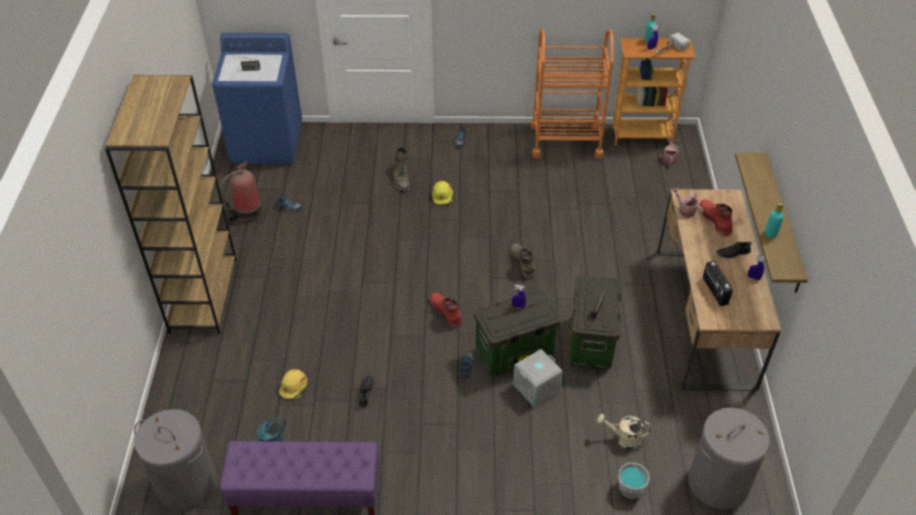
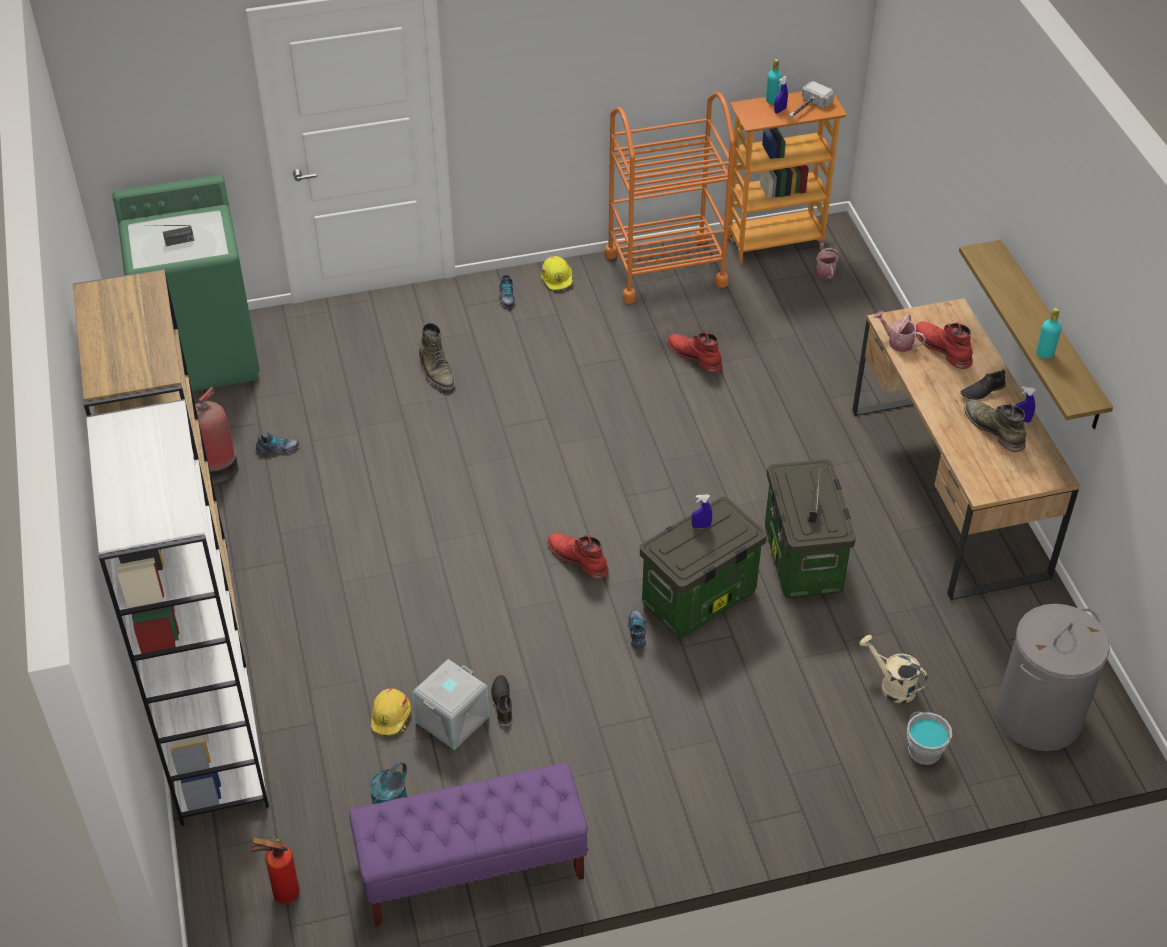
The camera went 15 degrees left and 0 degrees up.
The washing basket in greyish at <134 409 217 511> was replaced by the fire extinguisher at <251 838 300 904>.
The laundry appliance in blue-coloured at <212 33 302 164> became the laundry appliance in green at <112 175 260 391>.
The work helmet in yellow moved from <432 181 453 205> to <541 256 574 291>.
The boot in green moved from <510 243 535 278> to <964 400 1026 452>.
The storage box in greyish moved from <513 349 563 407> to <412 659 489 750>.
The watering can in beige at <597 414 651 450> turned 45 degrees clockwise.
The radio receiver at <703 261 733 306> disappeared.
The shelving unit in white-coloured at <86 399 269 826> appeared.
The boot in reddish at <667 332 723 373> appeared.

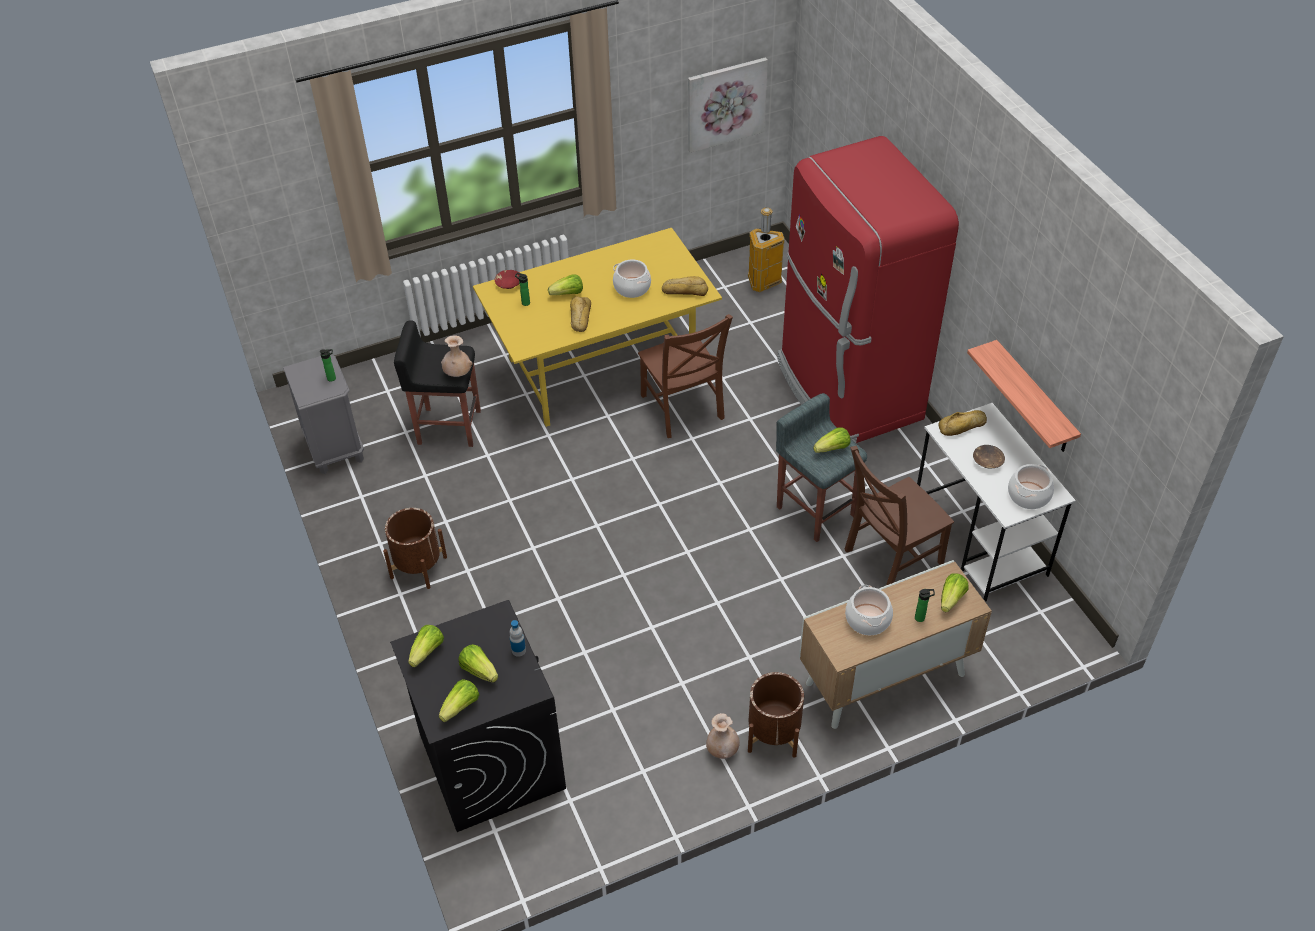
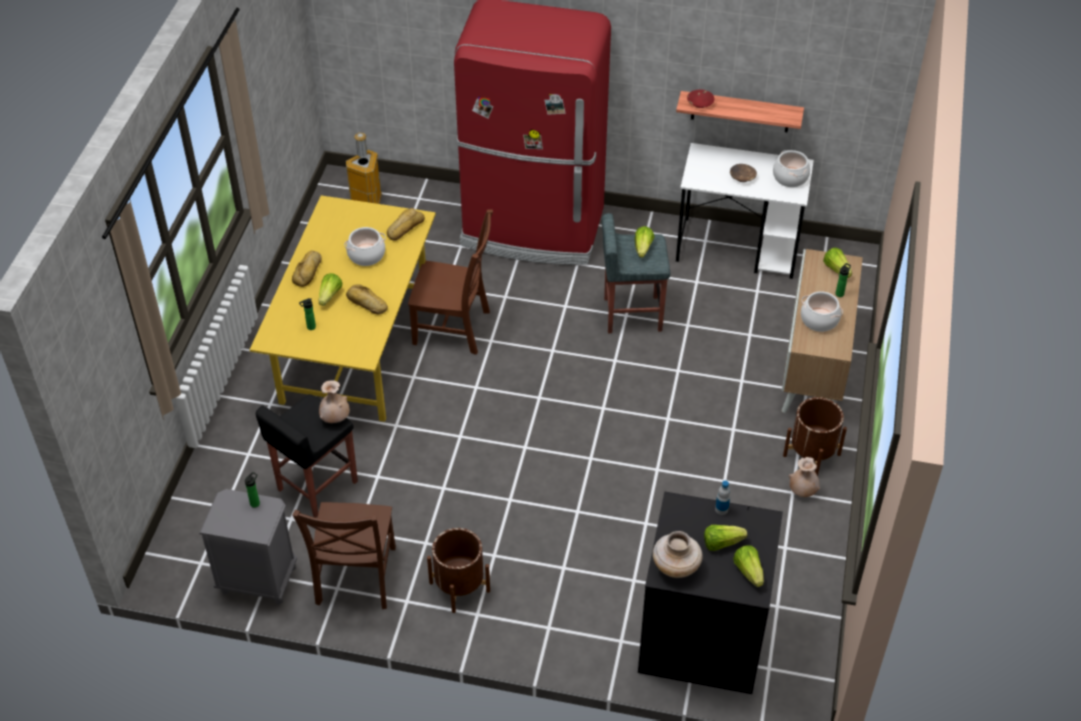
The camera went 55 degrees left and 0 degrees up.
The head of lettuce at <408 625 444 667> was replaced by the flower vase in beige at <653 531 703 578>.
The bowl in reddish moved from <495 270 519 289> to <687 89 714 108>.
The wall art at <688 57 768 153> disappeared.
The chair in brownish moved from <845 446 954 585> to <293 502 396 609>.
The bread moved from <938 410 987 436> to <292 251 322 287>.

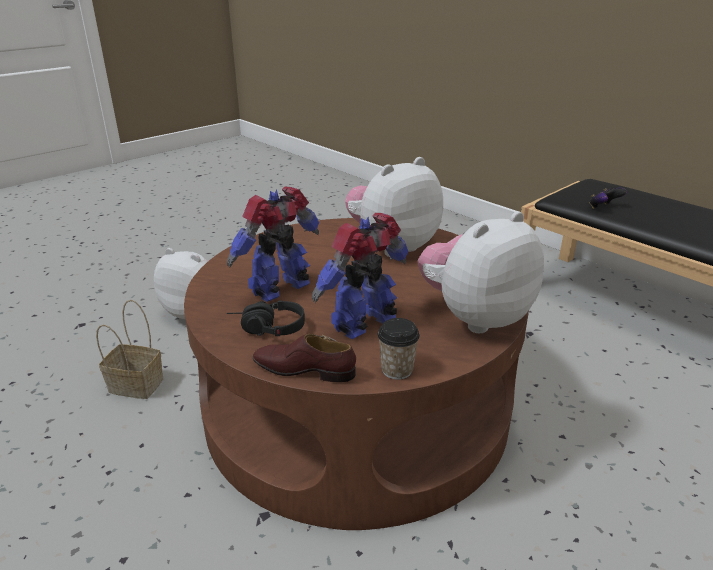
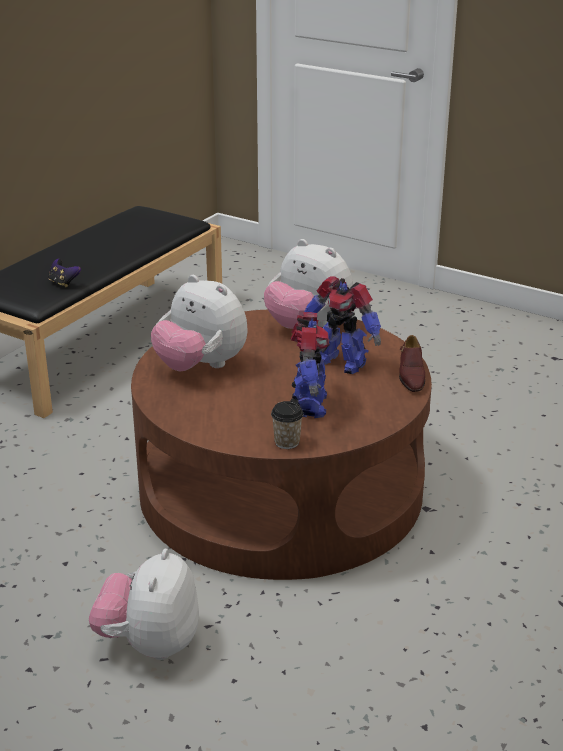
The camera went 105 degrees left and 0 degrees up.
The household basket at <96 300 164 399> disappeared.
The toy robot at <227 187 319 302> turned 120 degrees counterclockwise.
The headphones in black-coloured at <227 301 305 336> disappeared.
The drinking cup moved from <378 318 420 380> to <271 401 303 449>.

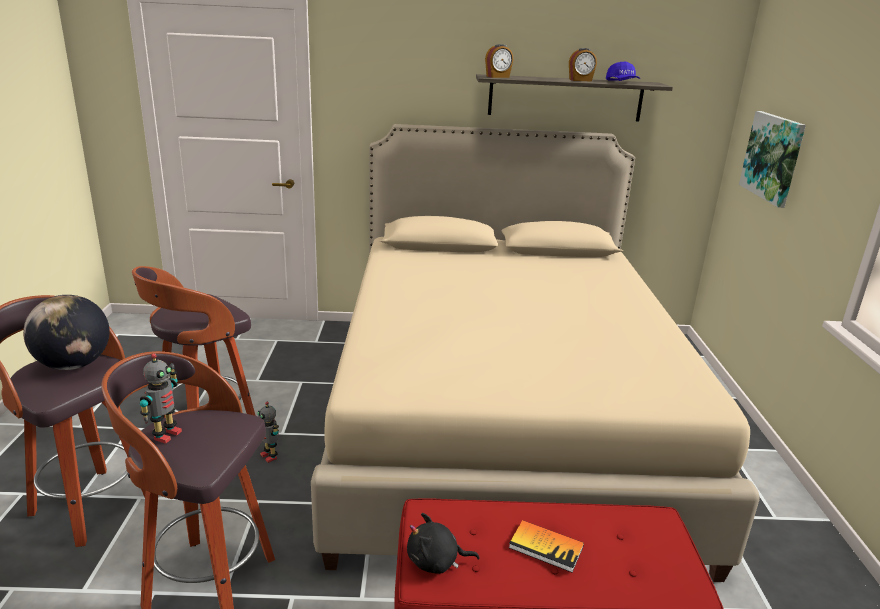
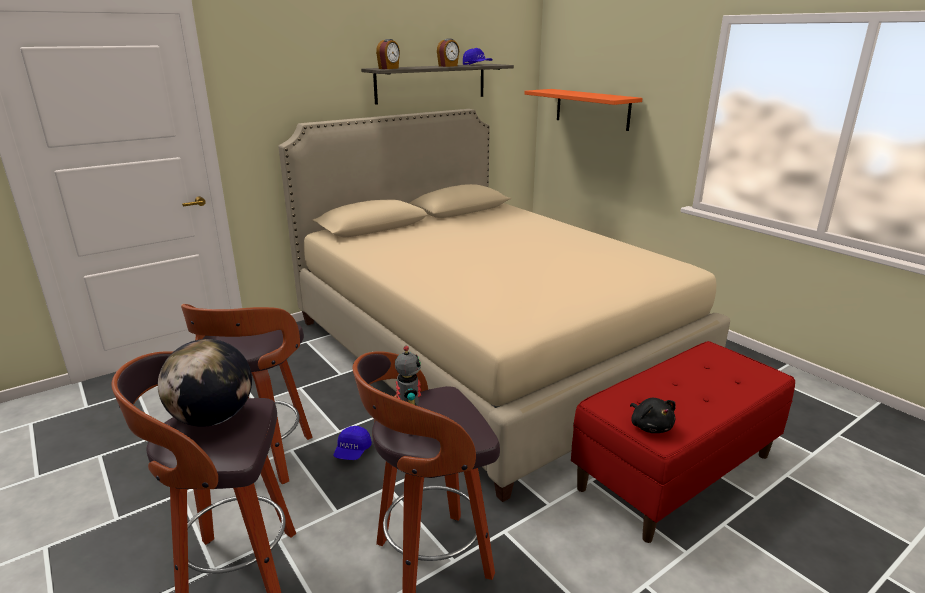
The camera went 35 degrees left and 0 degrees up.
The toy robot at <257 402 279 463> was replaced by the baseball cap in blue-coloured at <333 426 372 460>.
The soft toy in black-coloured at <407 513 480 574> turned 75 degrees counterclockwise.
The bound book at <509 520 584 572> disappeared.
The wall art at <739 111 806 208> was replaced by the shelf in orangey at <524 89 643 131>.

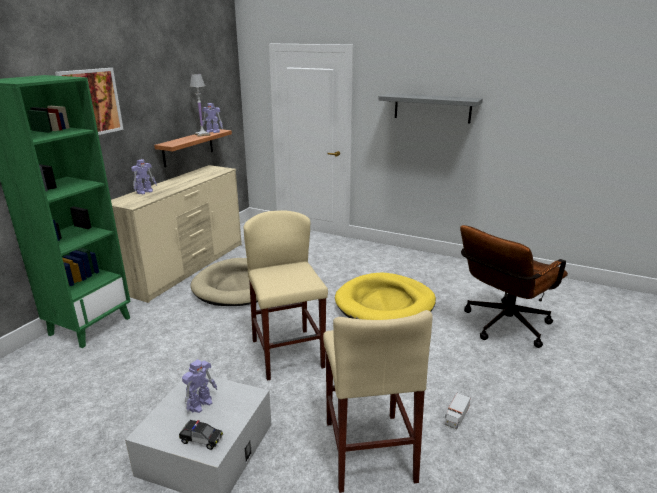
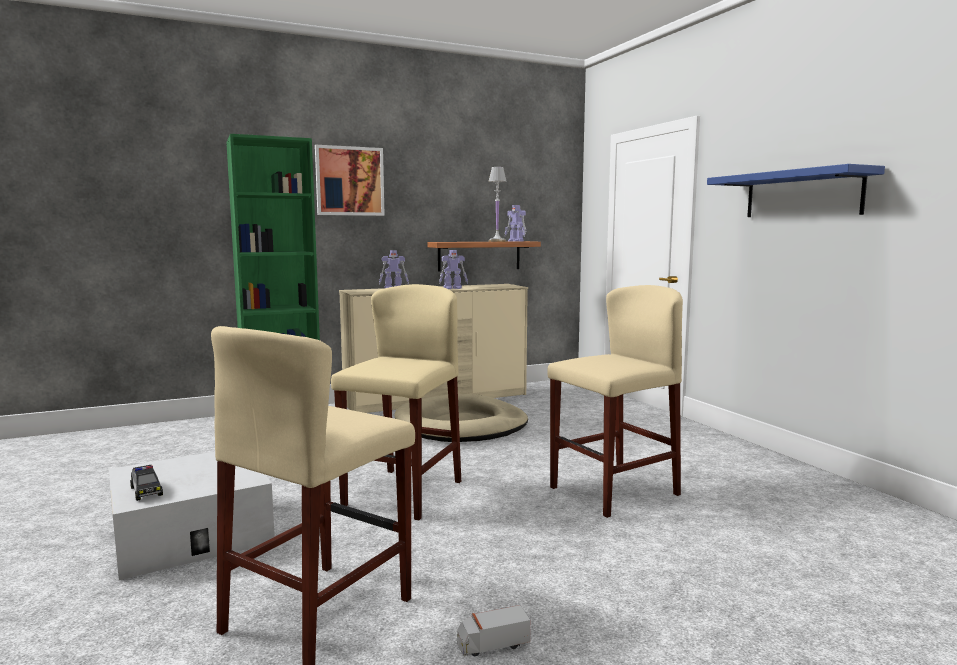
The camera went 40 degrees right and 15 degrees down.
The toy robot moved from <182 359 217 413> to <439 250 468 289>.
The pet bed in yellow at <335 273 436 320> was replaced by the stool seat in beige at <547 285 683 518>.
The shelf in greyish at <378 93 483 124> became the shelf in blue-coloured at <707 164 885 217>.
The office chair in brownish at <460 225 568 348> disappeared.

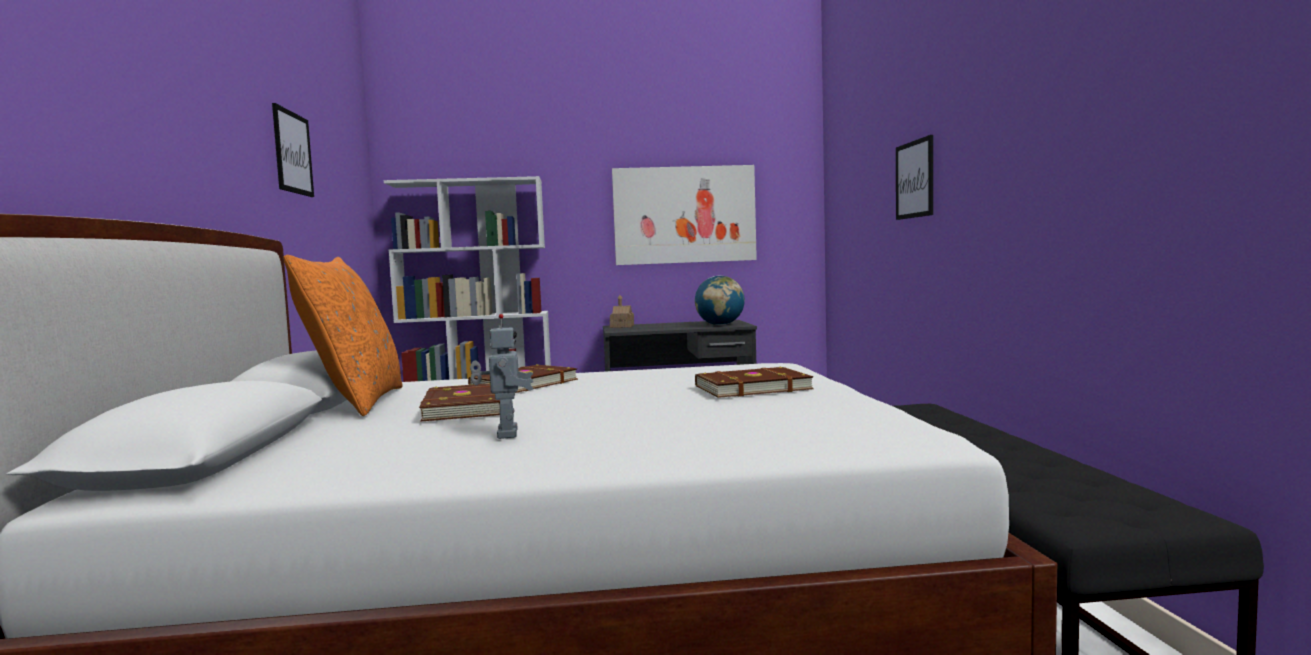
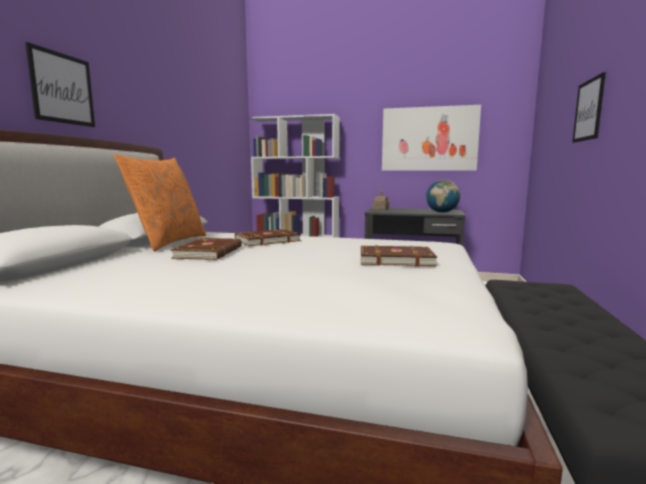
The camera went 20 degrees right and 5 degrees up.
The wall art moved from <272 103 314 197> to <25 42 95 127>.
The toy robot at <470 314 534 439> disappeared.

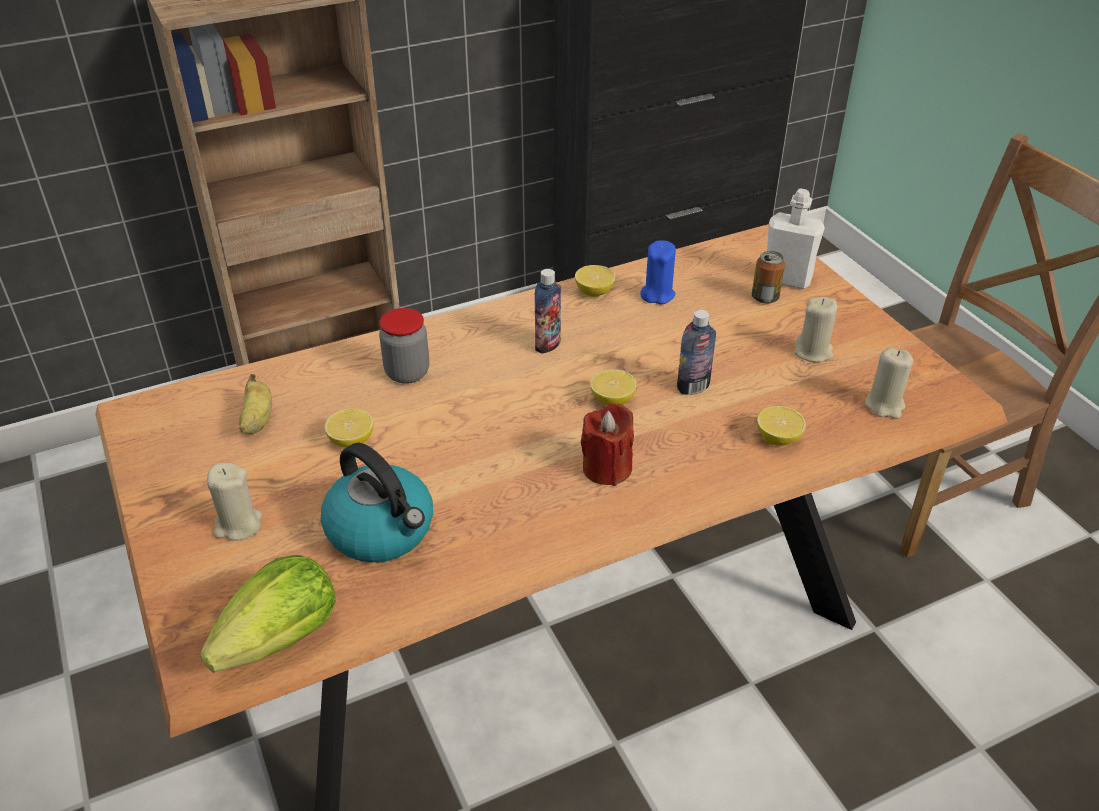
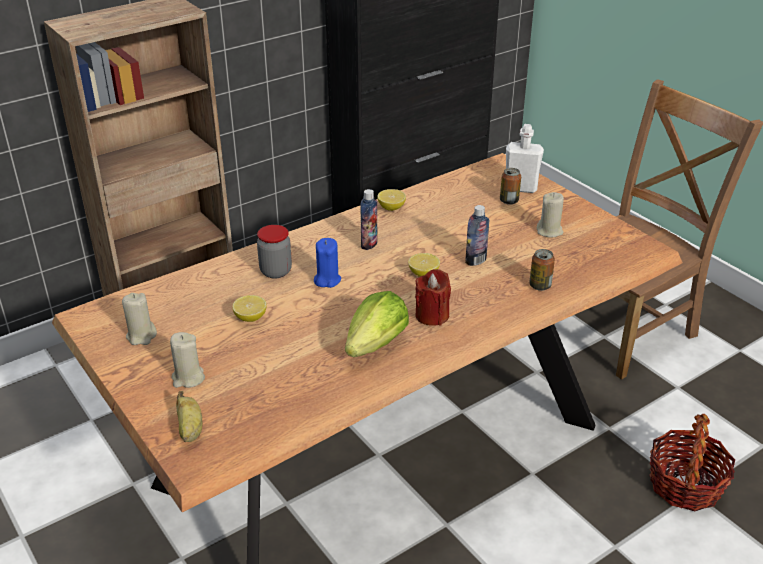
The camera went 10 degrees left and 5 degrees down.
The head of lettuce moved from <200 555 336 673> to <345 291 409 357>.
The whole banana moved from <239 374 272 434> to <176 391 202 442>.
The water kettle at <321 443 433 563> disappeared.
The candle in blue-coloured moved from <640 241 676 304> to <314 238 341 288>.
The whole lemon at <757 406 806 446> was replaced by the metal can at <529 249 555 291>.
The candle in beige moved from <865 348 913 419> to <122 293 157 345>.
The household basket at <649 414 735 511> appeared.

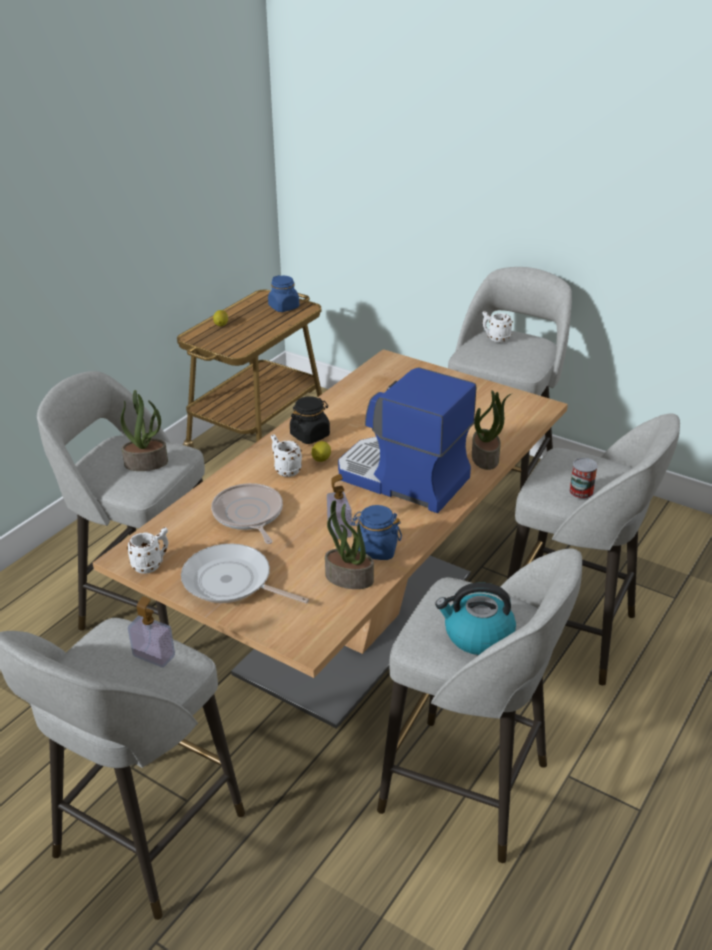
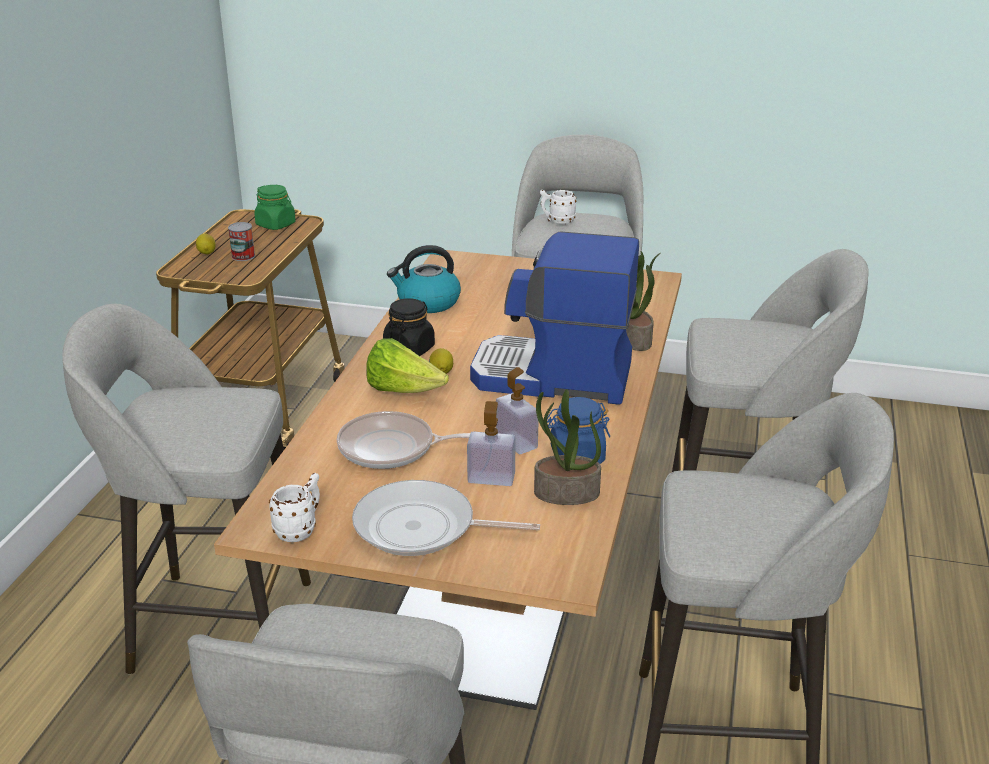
The camera went 20 degrees left and 5 degrees down.
The plant in a pot at <121 390 168 471> disappeared.
The liquid soap bottle moved from <128 596 175 668> to <467 401 516 486>.
The pan at <211 483 283 544> turned 45 degrees counterclockwise.
The preserve jar in blue-coloured at <268 275 299 312> became the preserve jar in green at <254 185 296 230>.
The coffee mug in white-coloured at <271 434 302 477> was replaced by the head of lettuce at <366 338 449 393>.
The water kettle moved from <435 583 516 655> to <387 245 461 313>.
The metal can moved from <569 458 598 499> to <228 222 255 261>.

